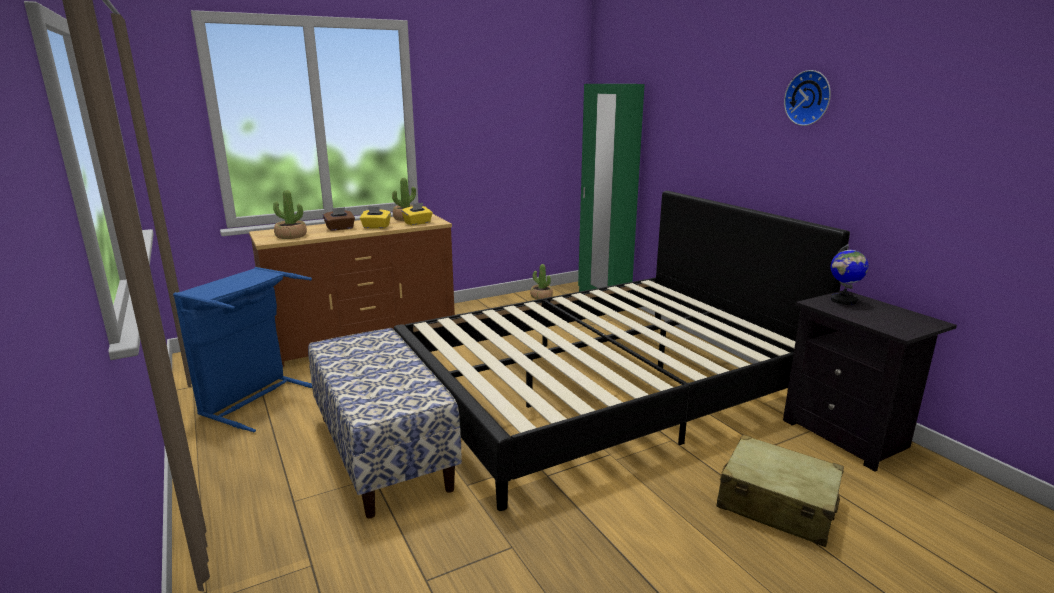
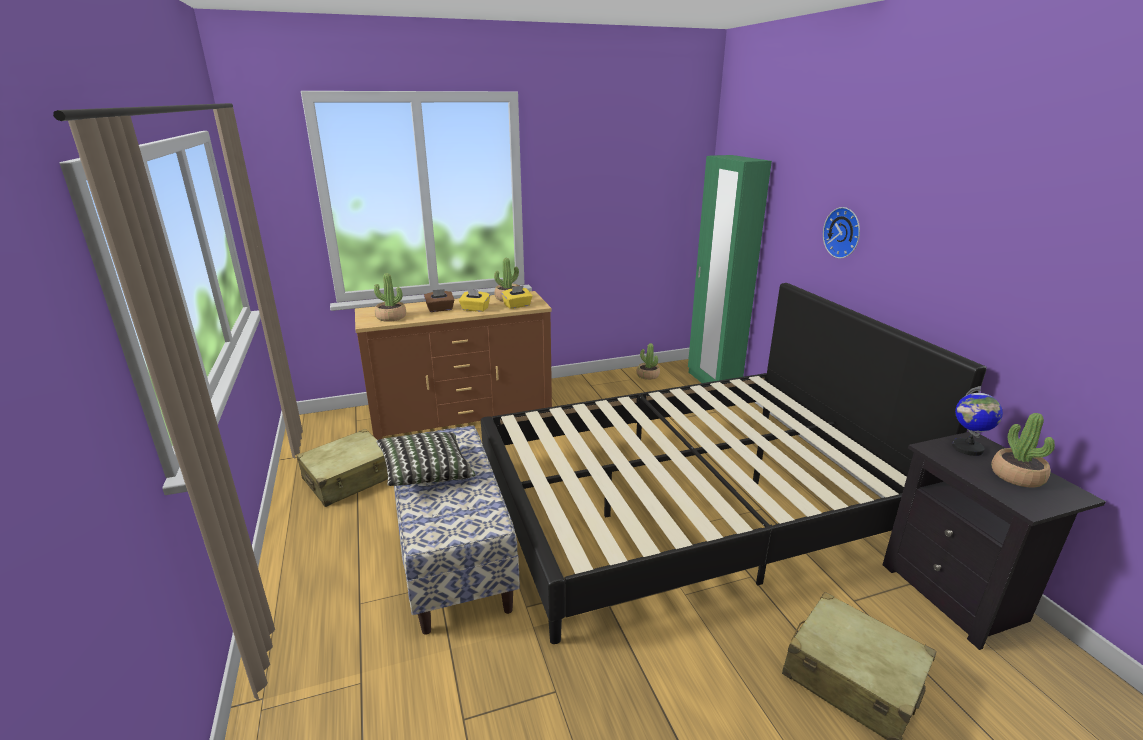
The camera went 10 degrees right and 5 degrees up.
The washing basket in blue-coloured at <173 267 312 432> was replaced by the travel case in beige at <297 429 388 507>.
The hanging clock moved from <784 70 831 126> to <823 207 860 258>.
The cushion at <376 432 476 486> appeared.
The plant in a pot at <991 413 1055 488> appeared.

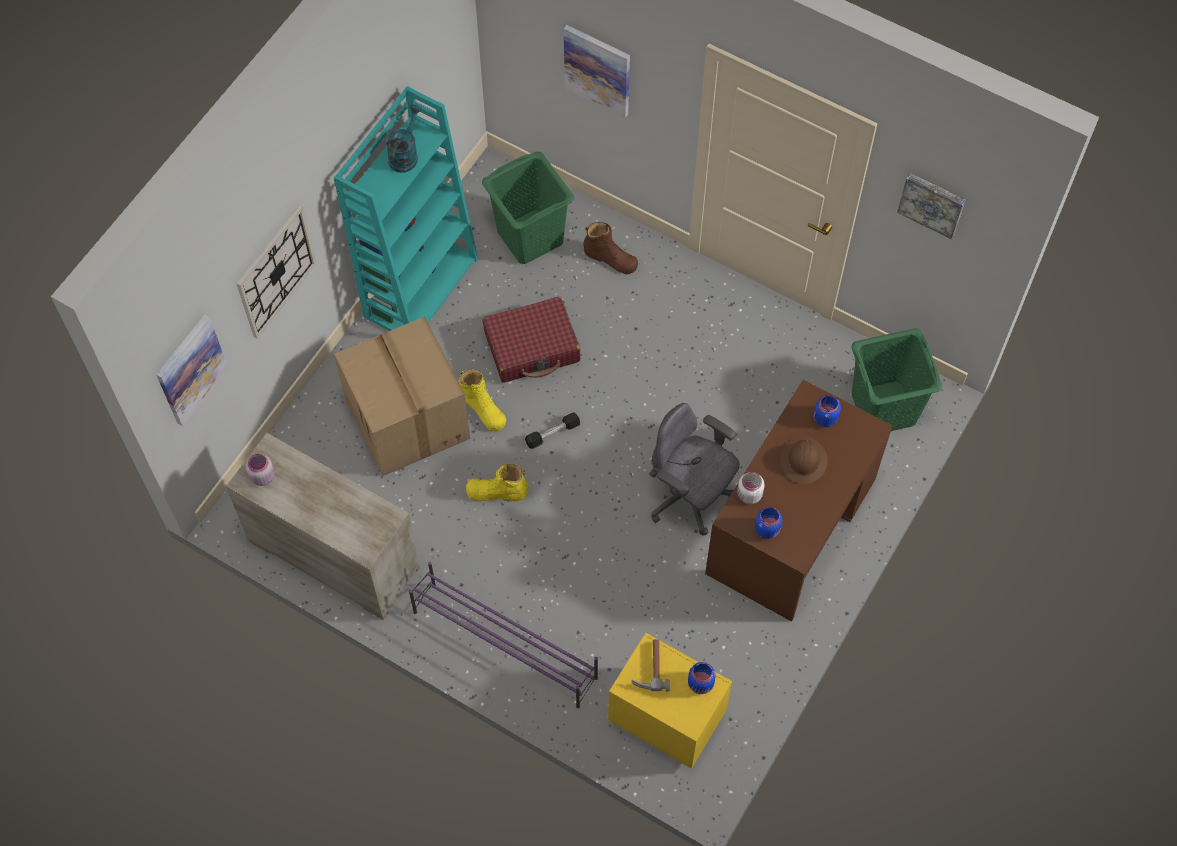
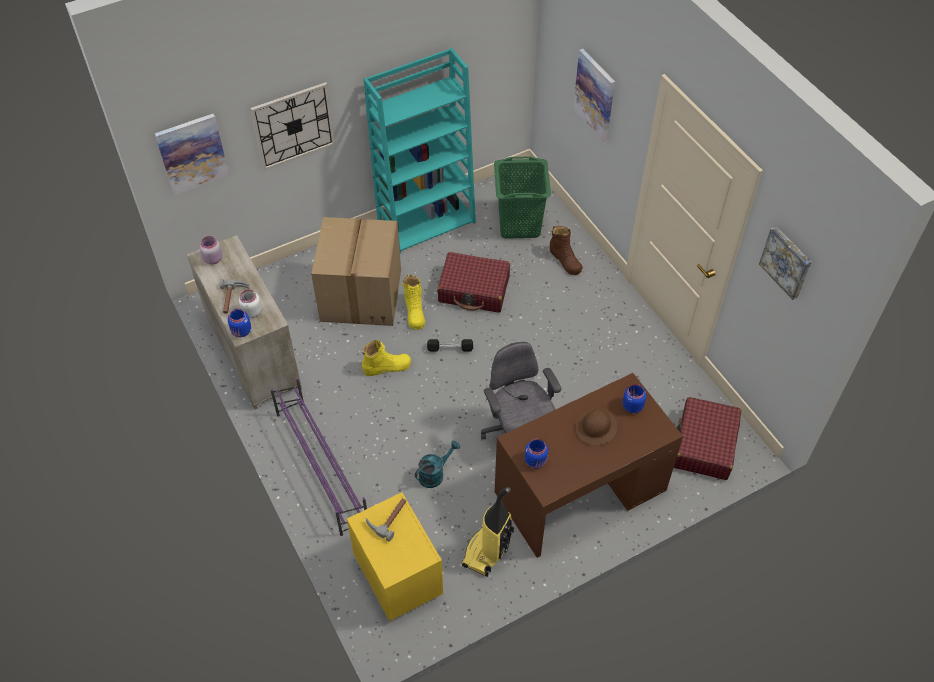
The camera went 30 degrees right and 10 degrees down.
The watering can in turquoise-coloured moved from <386 104 422 173> to <415 441 460 488>.
The boot in yellow at <466 464 529 502> turned 135 degrees clockwise.
The preserve jar in blue-coloured moved from <688 662 715 694> to <228 308 251 337>.
The preserve jar in white-coloured moved from <737 472 765 504> to <239 290 262 318>.
The washing basket in green at <851 328 942 431> was replaced by the travel case in reddish at <674 397 742 480>.
The hand hammer at <220 279 250 314> appeared.
The hoover at <462 487 514 577> appeared.

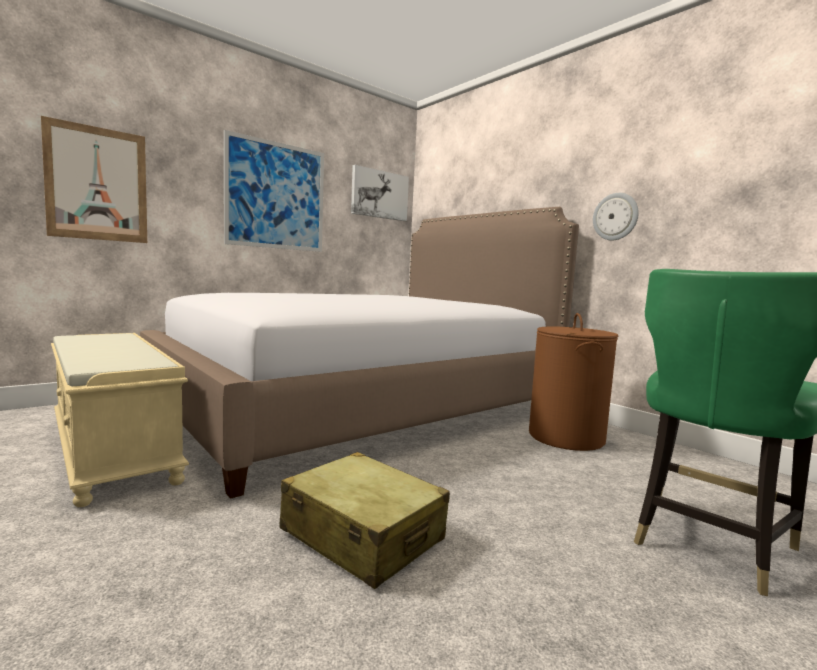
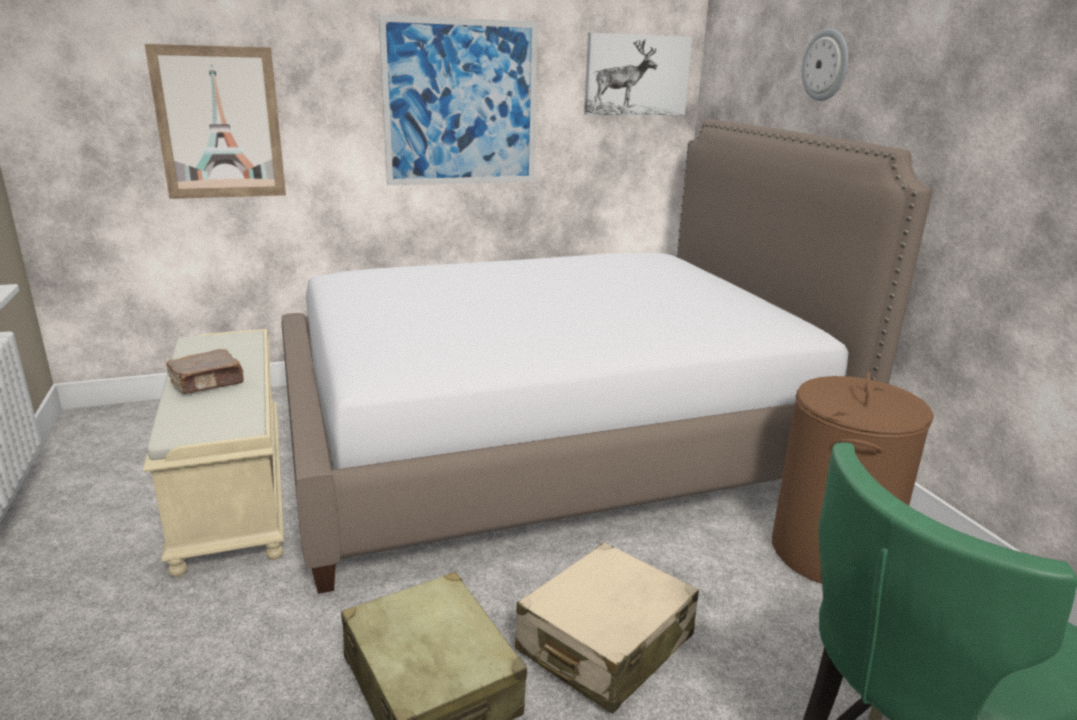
The camera went 20 degrees right and 15 degrees up.
The hanging clock moved from <593 193 639 240> to <802 28 849 101>.
The bound book in brownish at <166 349 244 394> appeared.
The travel case in beige at <515 542 699 714> appeared.

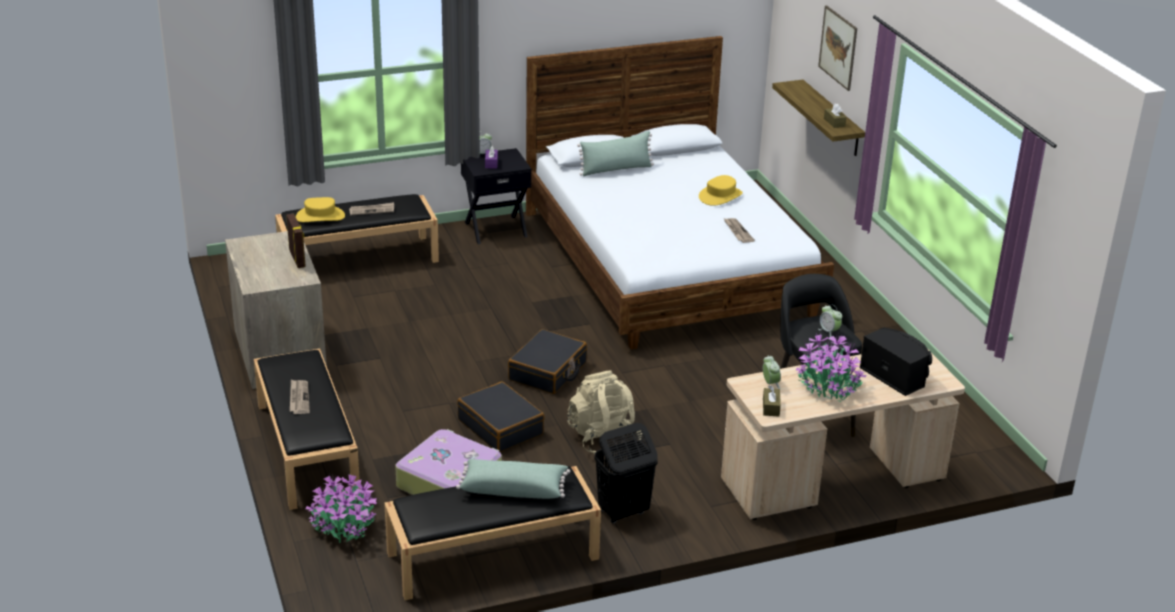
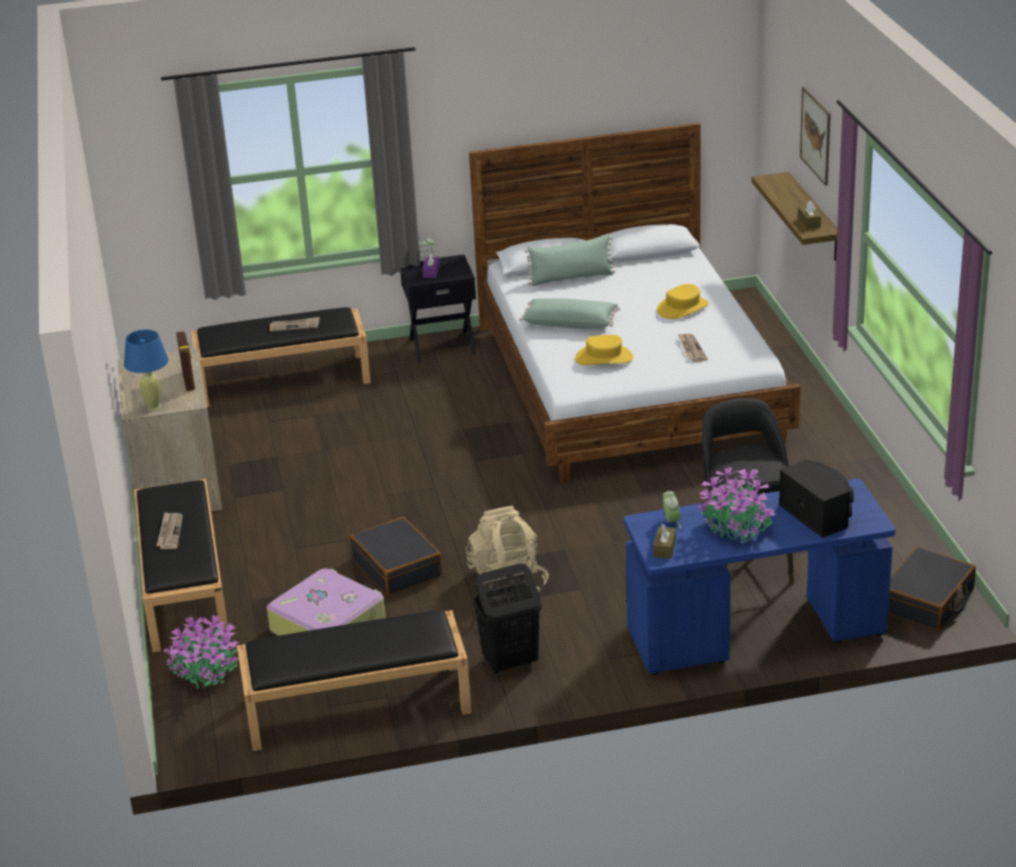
The camera went 10 degrees right and 0 degrees up.
The clothing hat in yellow moved from <296 197 345 222> to <575 335 633 365>.
The cushion in green moved from <456 459 571 499> to <519 298 620 329>.
The travel case in black-coloured moved from <508 329 587 394> to <888 547 976 630>.
The desk in beige at <721 350 965 520> became the desk in blue-coloured at <624 479 895 675>.
The table clock at <818 305 842 337> disappeared.
The tabletop lamp in blue-coloured at <124 330 169 411> appeared.

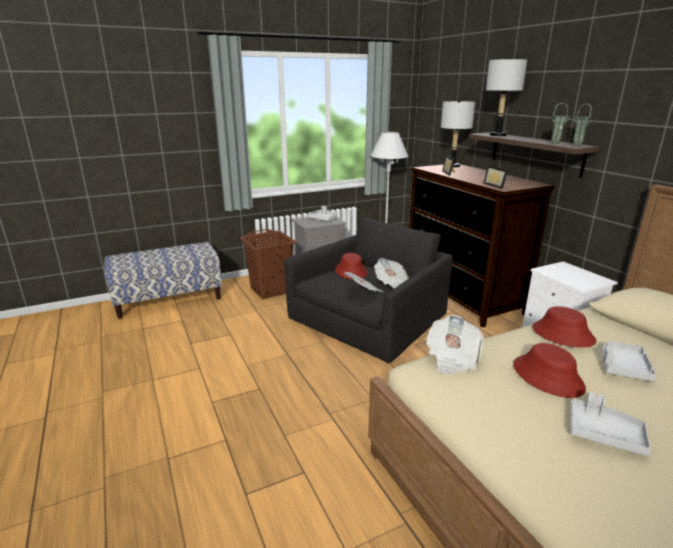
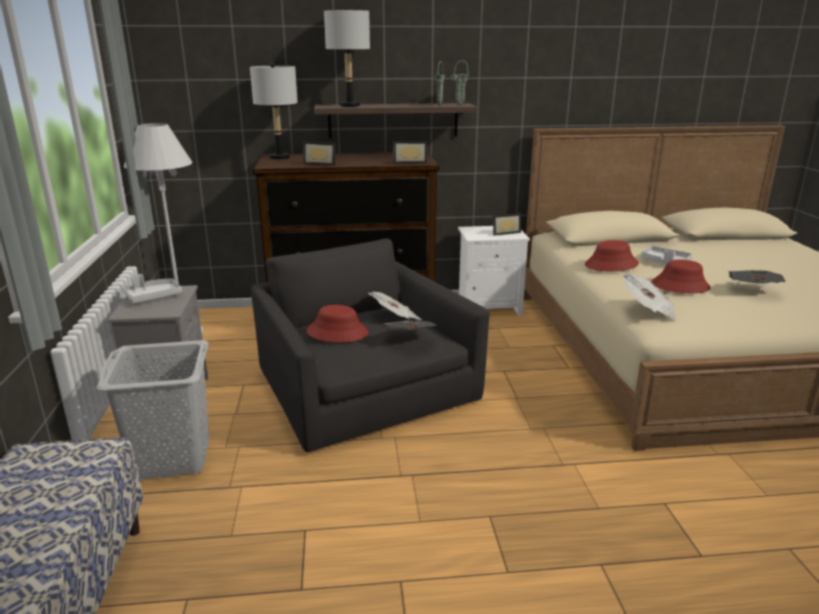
The camera went 70 degrees left and 0 degrees up.
The washing basket in brownish at <240 229 297 299> became the washing basket in greyish at <96 340 209 479>.
The tray in greyish at <571 392 651 456> was replaced by the newspaper at <728 270 785 284>.
The photo frame at <493 213 521 236> appeared.

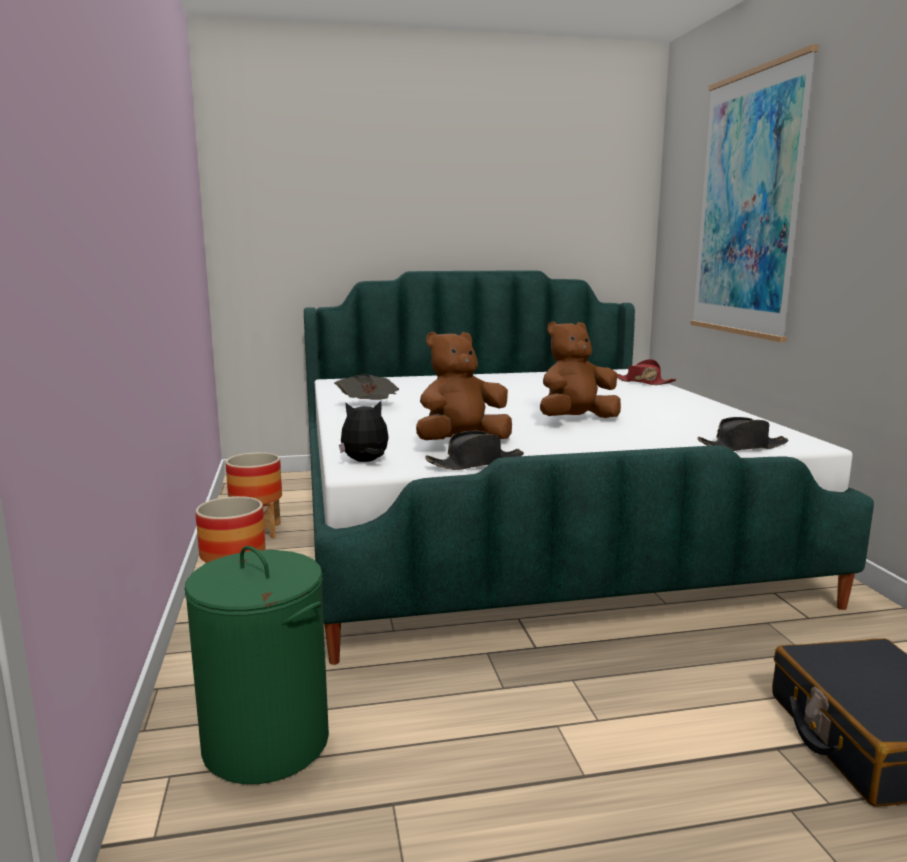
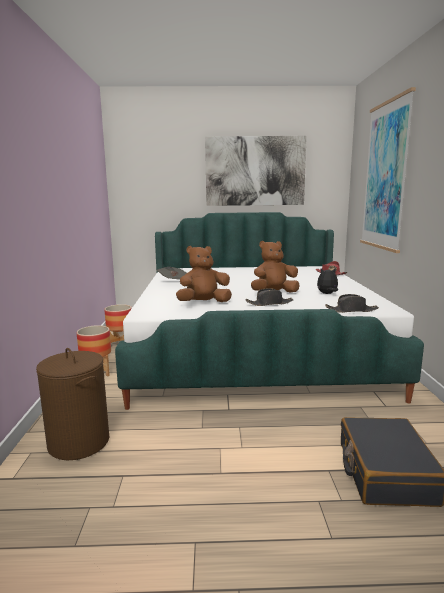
The camera went 10 degrees right and 0 degrees up.
The washing basket in green at <184 546 329 784> became the washing basket in brownish at <36 348 109 460>.
The soft toy moved from <339 401 389 462> to <317 268 338 294>.
The clothing hat in black-coloured moved from <425 431 524 470> to <246 288 293 306>.
The wall art at <205 136 307 206> appeared.

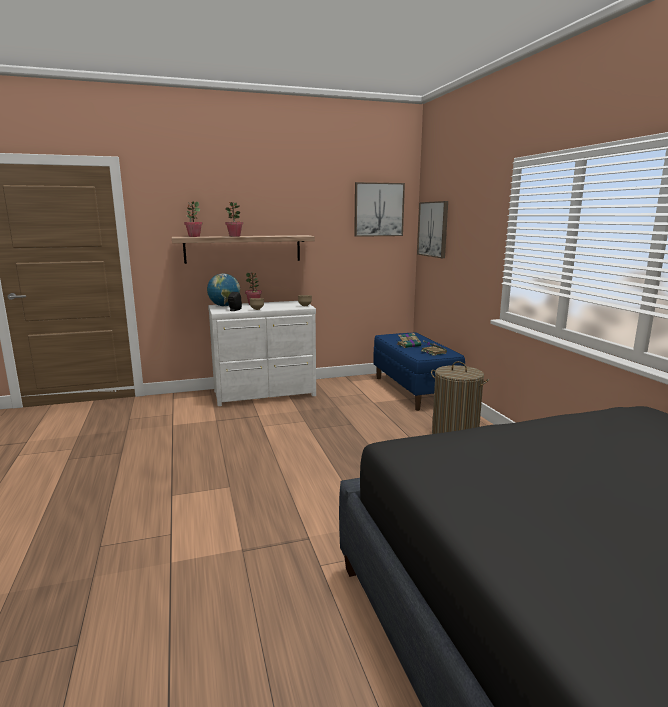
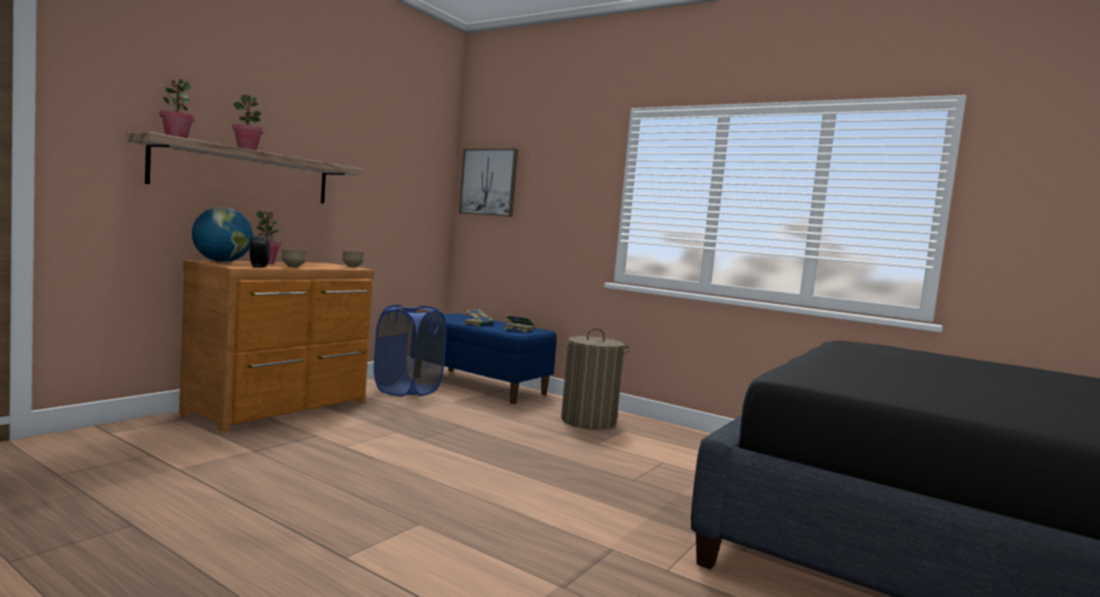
The camera went 40 degrees left and 10 degrees down.
The drawer chest in white-coloured at <208 301 316 406> became the drawer chest in brownish at <179 260 374 433>.
The wall art at <354 182 405 237> disappeared.
The washing basket in blue-coloured at <374 305 447 396> appeared.

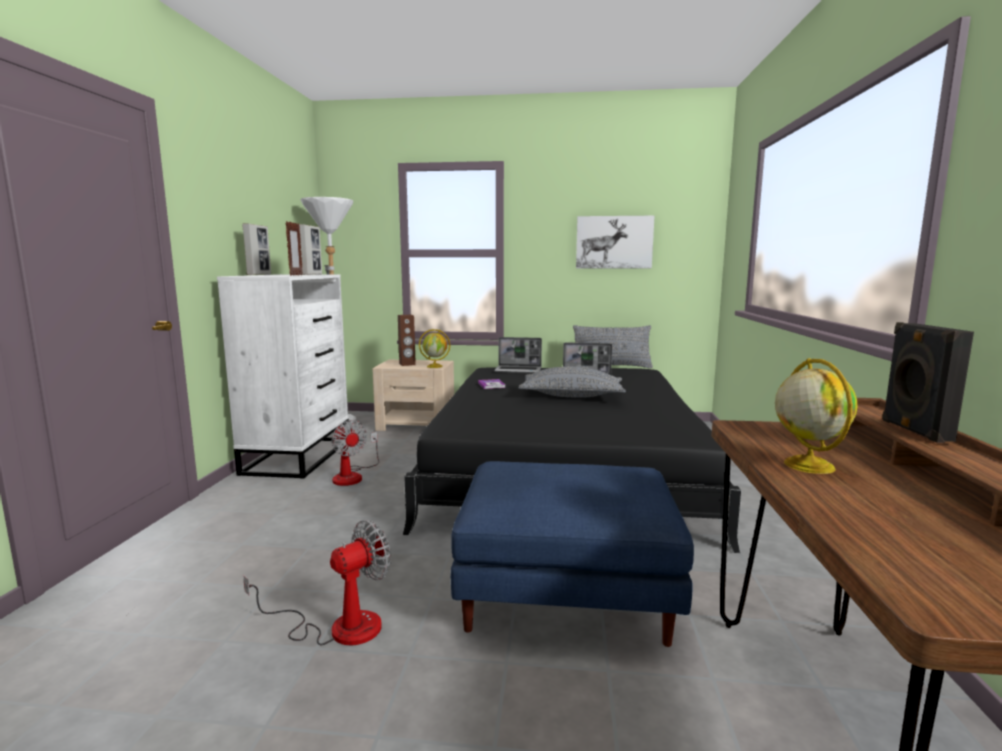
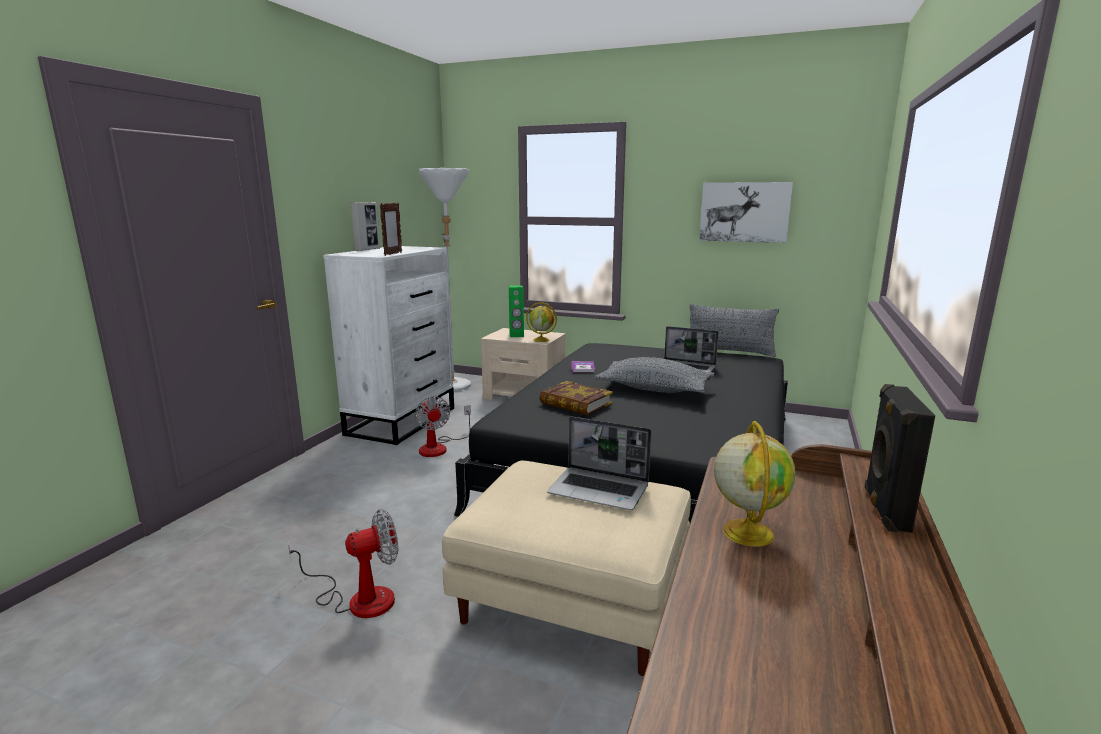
The camera went 15 degrees right and 5 degrees up.
The photo frame at <299 224 322 275> disappeared.
The loudspeaker in brownish at <398 315 416 366> became the loudspeaker in green at <509 285 524 337>.
The pouffe in blue-coloured at <451 461 694 647> became the pouffe in beige at <442 461 691 676>.
The notebook computer moved from <494 337 542 373> to <547 417 651 510>.
The bound book at <539 381 613 415> appeared.

